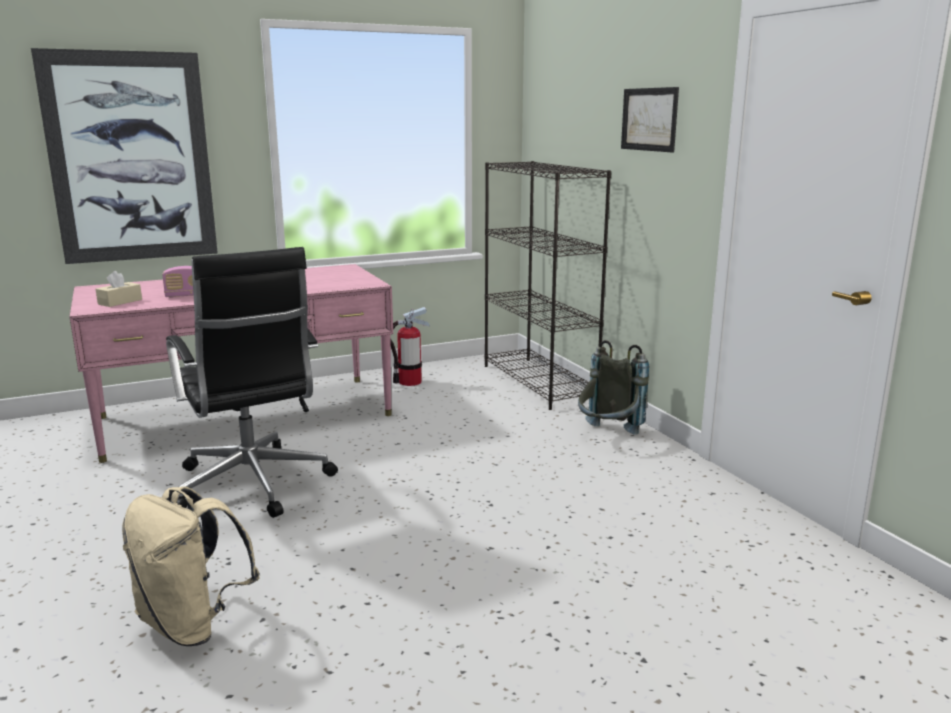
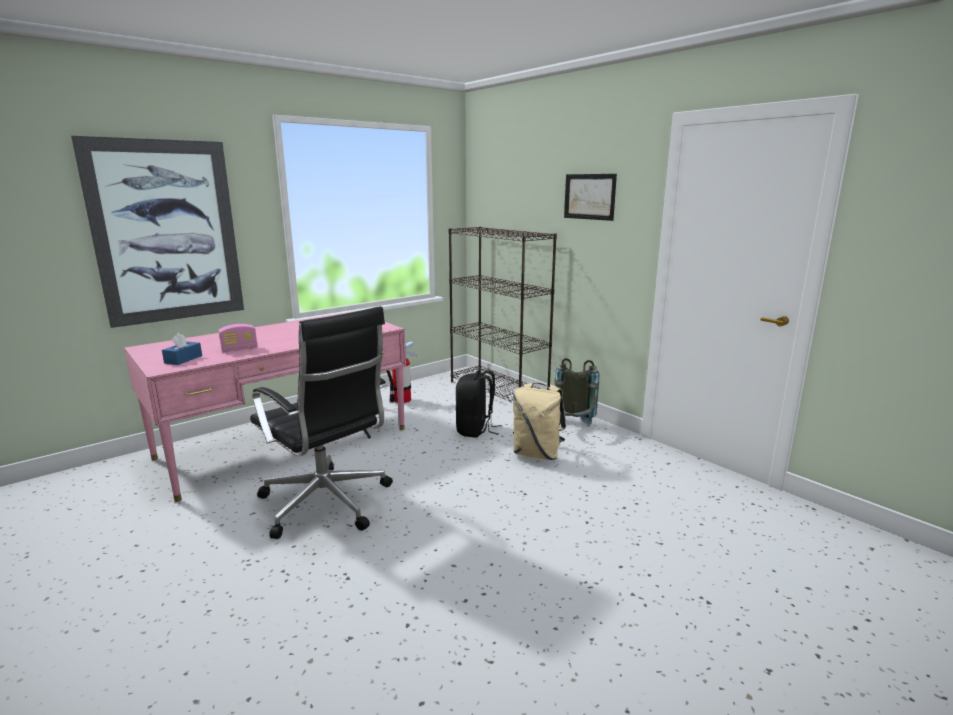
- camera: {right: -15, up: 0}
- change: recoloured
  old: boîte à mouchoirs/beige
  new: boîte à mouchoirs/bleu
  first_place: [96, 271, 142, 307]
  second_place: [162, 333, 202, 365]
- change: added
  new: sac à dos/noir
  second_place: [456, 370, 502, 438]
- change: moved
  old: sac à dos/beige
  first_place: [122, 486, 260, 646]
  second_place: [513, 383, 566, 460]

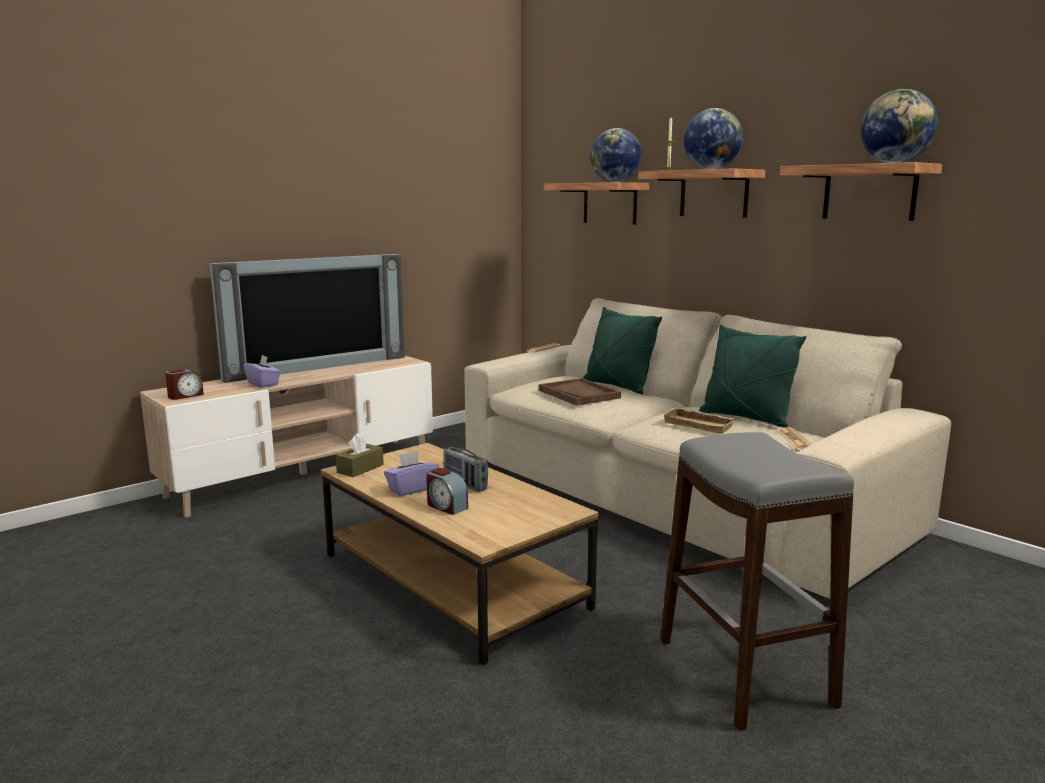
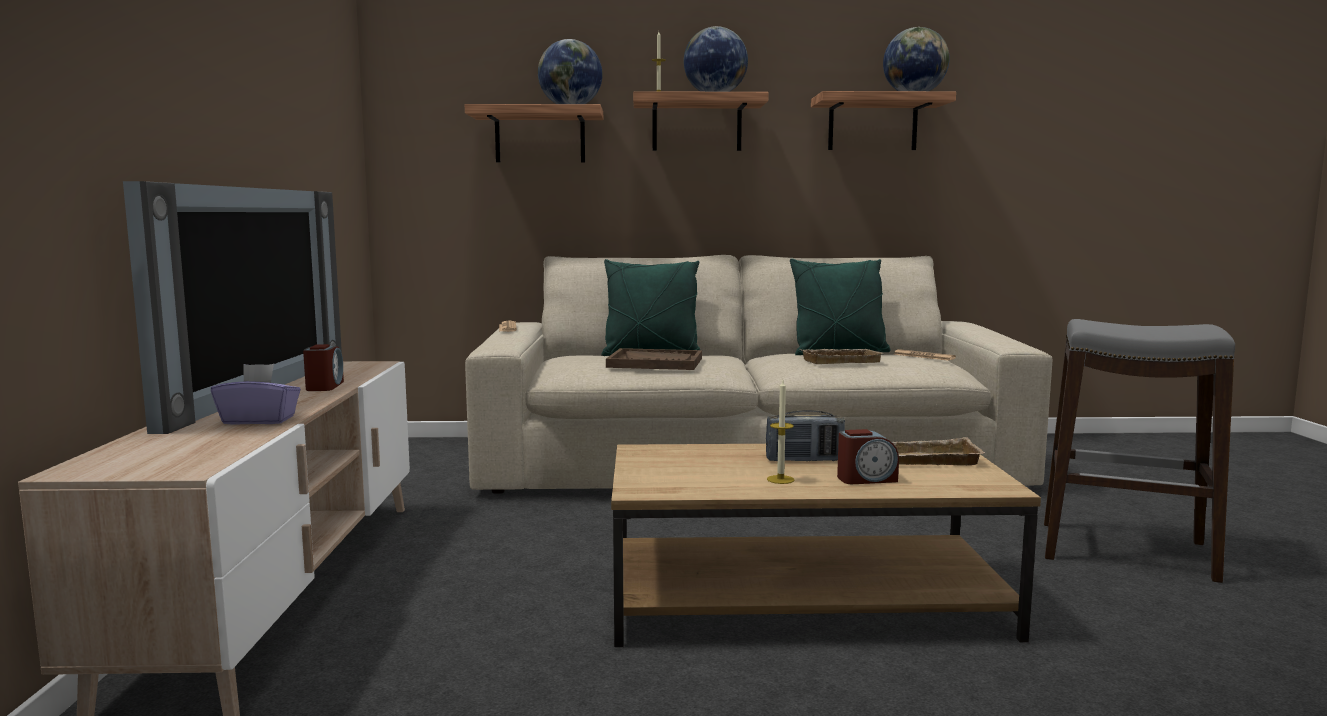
- camera: {right: -50, up: -5}
- change: moved
  old: réveil
  first_place: [165, 369, 204, 400]
  second_place: [303, 344, 344, 391]
- change: replaced
  old: boîte à mouchoirs/violet
  new: bougie
  first_place: [384, 450, 439, 496]
  second_place: [767, 380, 795, 484]
- change: added
  new: plateau/beige
  second_place: [892, 437, 985, 465]
- change: removed
  old: boîte à mouchoirs/marron
  first_place: [336, 433, 384, 477]

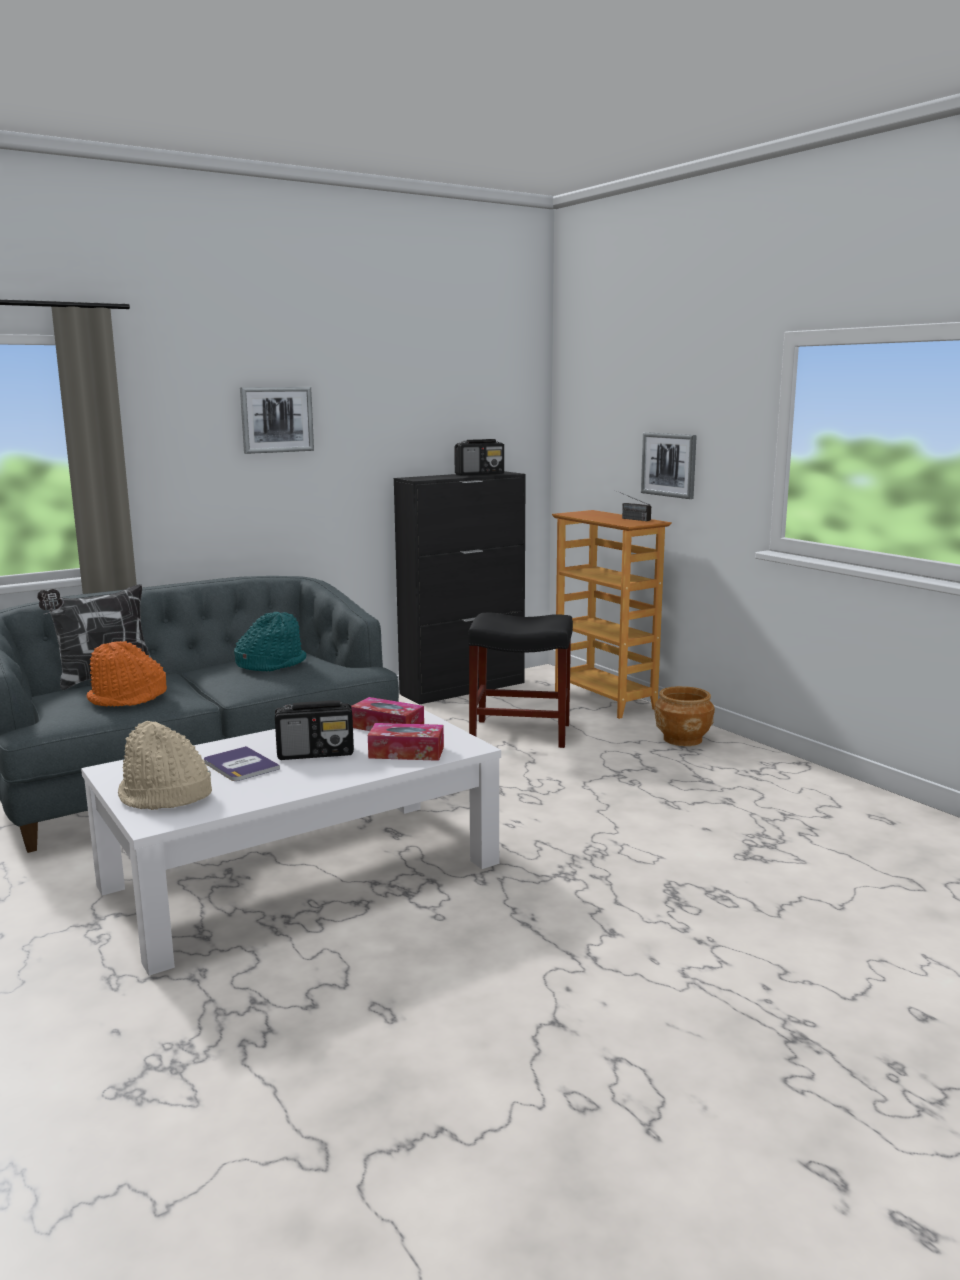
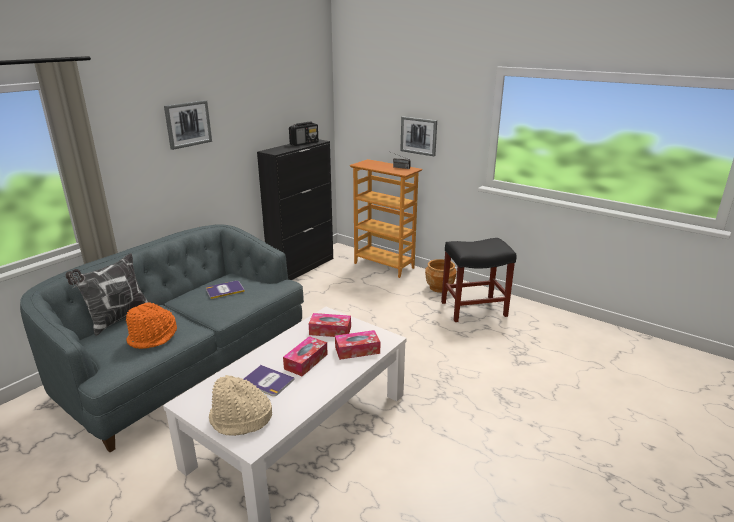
- camera: {right: -20, up: 10}
- change: replaced
  old: chapeau/turquoise
  new: livre
  first_place: [234, 612, 306, 671]
  second_place: [206, 281, 245, 299]
- change: replaced
  old: radio
  new: boîte à mouchoirs
  first_place: [275, 700, 354, 760]
  second_place: [283, 336, 328, 376]
- change: moved
  old: tabouret/noir
  first_place: [468, 613, 573, 748]
  second_place: [441, 238, 517, 322]

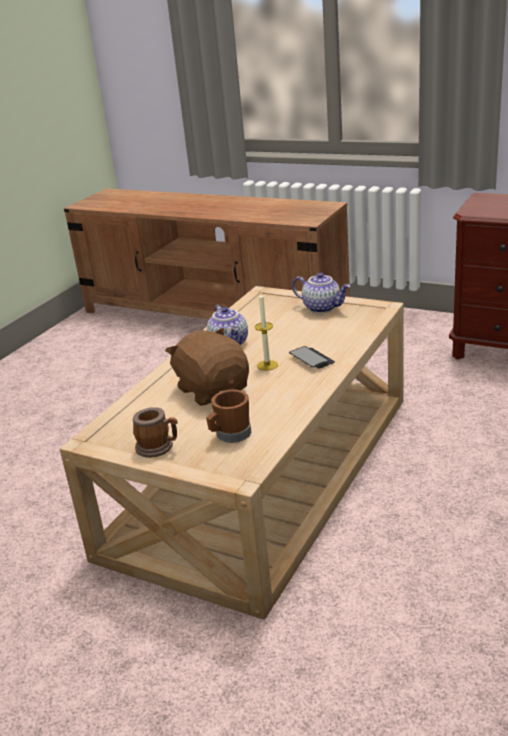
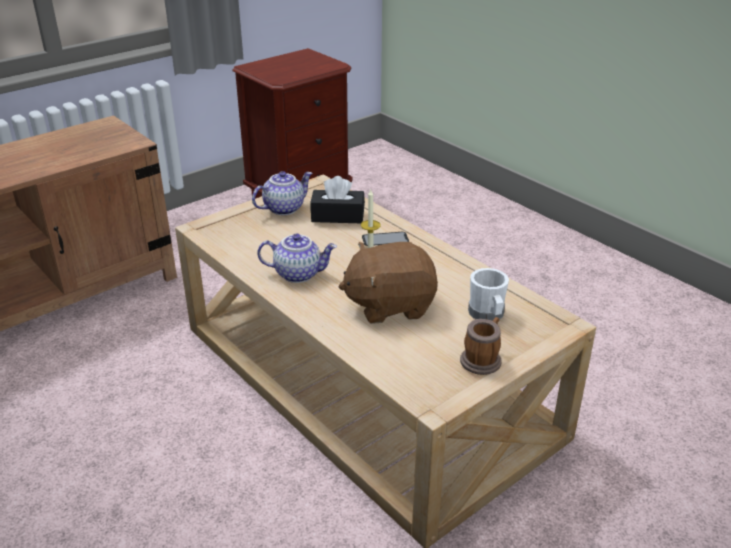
- camera: {right: -70, up: 5}
- change: added
  new: boîte à mouchoirs/noir
  second_place: [310, 176, 365, 223]
- change: recoloured
  old: mug/marron
  new: mug/blanc
  first_place: [206, 389, 251, 443]
  second_place: [468, 268, 509, 321]

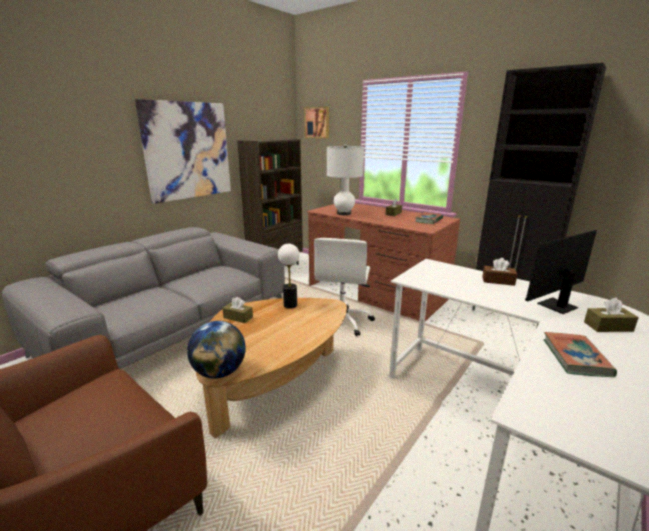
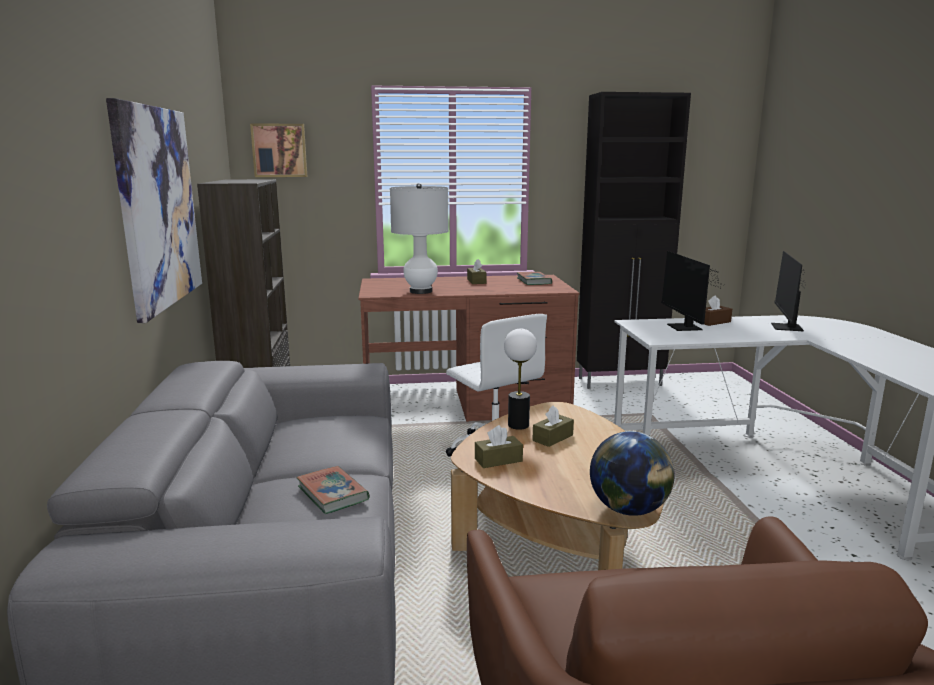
- camera: {right: -45, up: -5}
- change: moved
  old: livre
  first_place: [543, 332, 617, 377]
  second_place: [296, 466, 370, 514]
- change: moved
  old: boîte à mouchoirs/marron
  first_place: [584, 298, 639, 332]
  second_place: [533, 405, 574, 447]
- change: added
  new: écran d'ordinateur
  second_place: [661, 251, 721, 331]

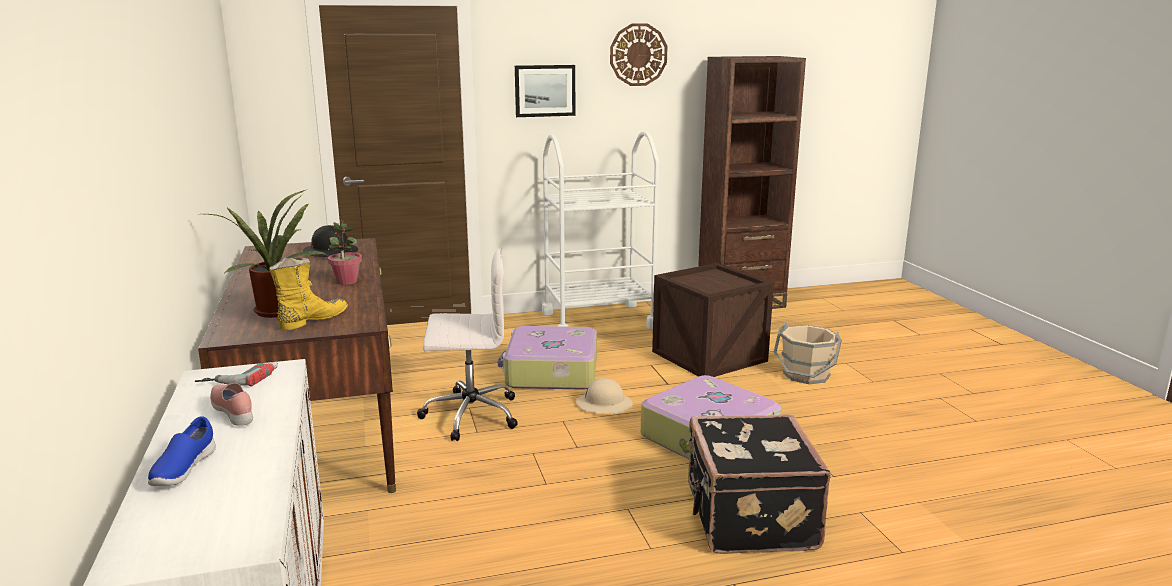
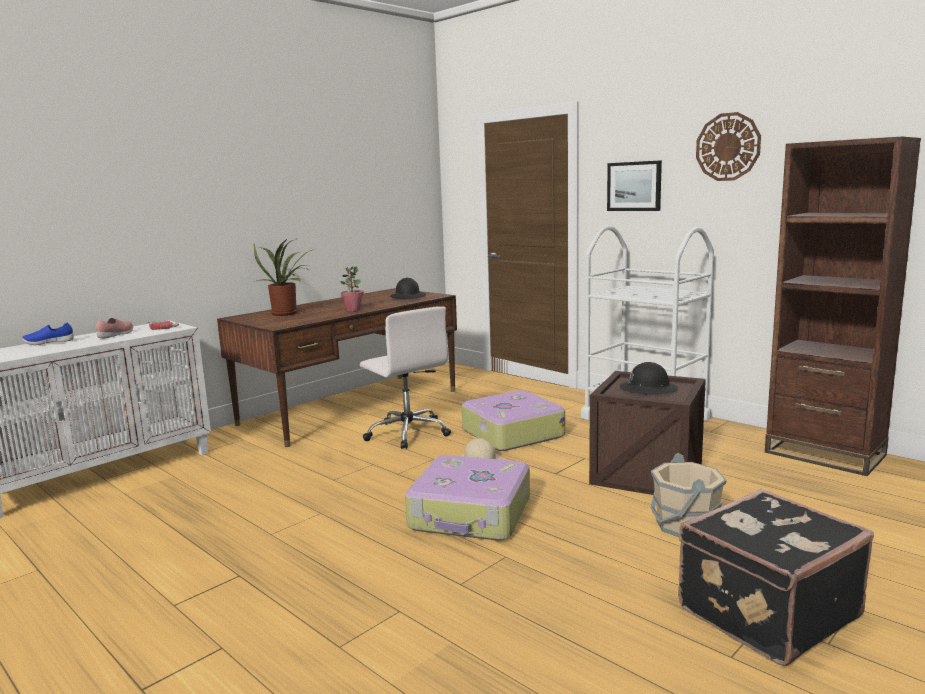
- camera: {right: 60, up: -5}
- change: added
  new: casque de chantier/noir
  second_place: [619, 362, 678, 395]
- change: moved
  old: valise/noir
  first_place: [687, 414, 831, 554]
  second_place: [678, 489, 874, 666]
- change: removed
  old: botte/jaune
  first_place: [269, 258, 348, 330]

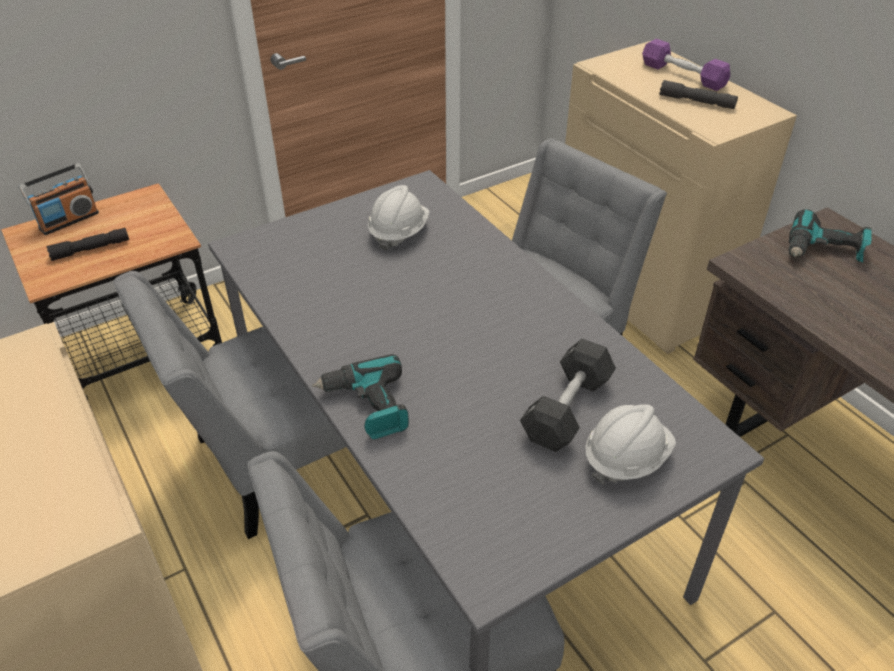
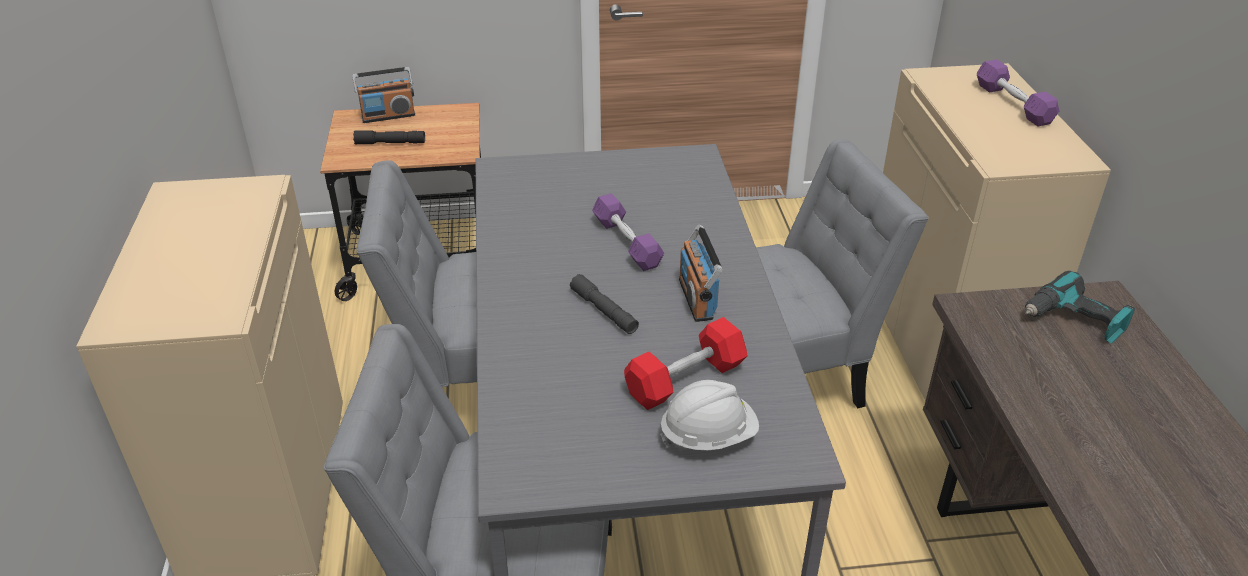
- camera: {right: 25, up: -5}
- change: moved
  old: lampe de poche/gris
  first_place: [660, 80, 738, 109]
  second_place: [570, 274, 639, 334]
- change: added
  new: haltère/violet
  second_place: [592, 193, 664, 271]
- change: recoloured
  old: haltère/noir
  new: haltère/rouge
  first_place: [520, 339, 616, 452]
  second_place: [624, 317, 748, 410]
- change: added
  new: radio
  second_place: [679, 225, 723, 322]
- change: removed
  old: perceuse
  first_place: [312, 354, 409, 439]
- change: removed
  old: casque de chantier/blanc
  first_place: [368, 185, 430, 251]

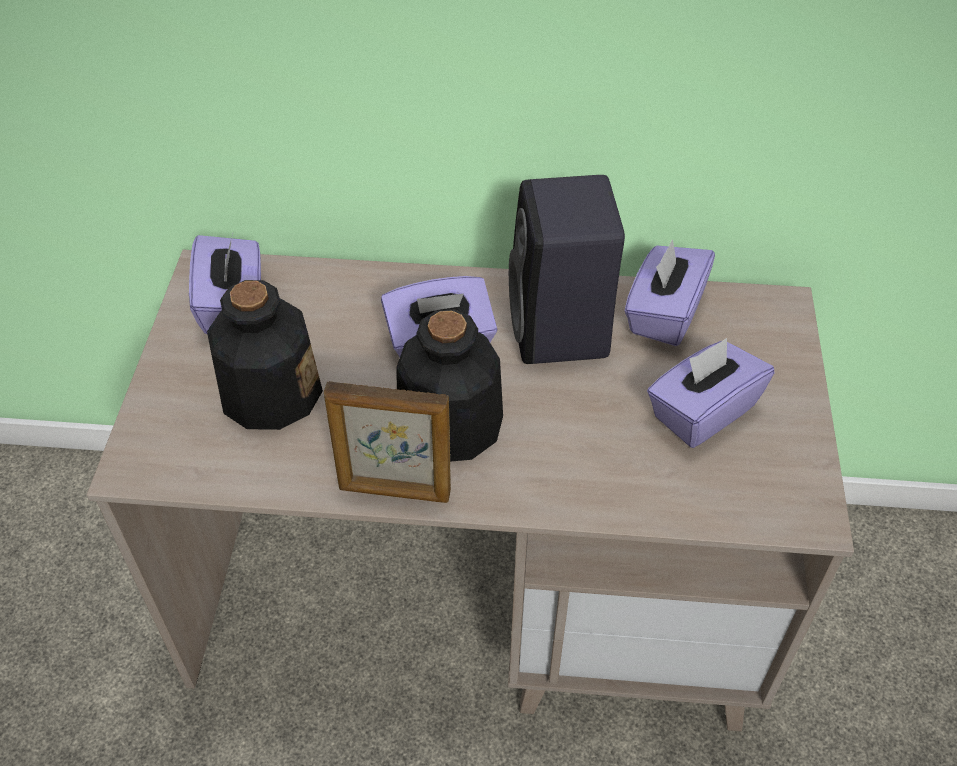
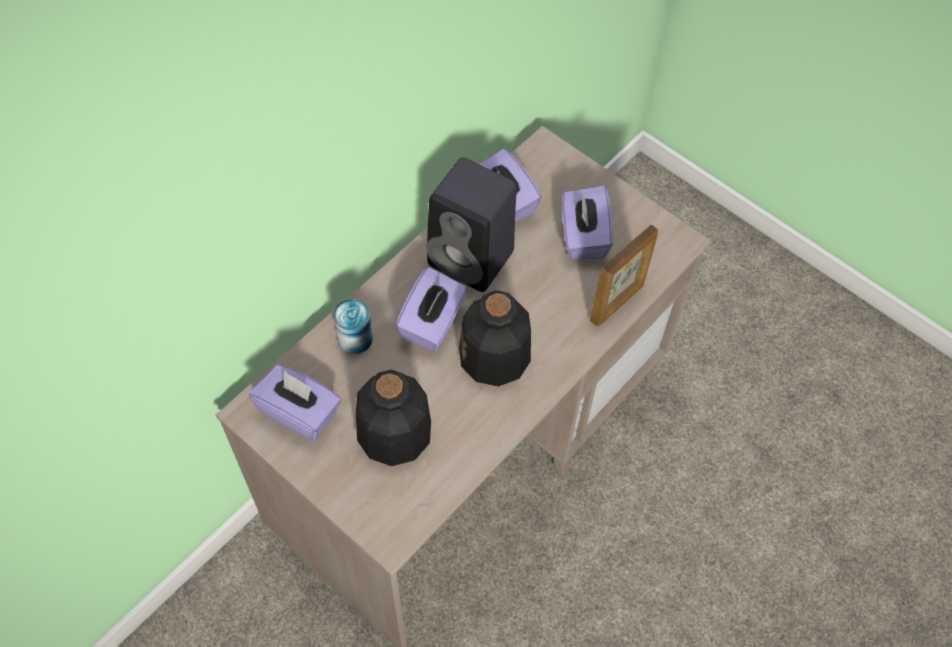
- camera: {right: -55, up: 10}
- change: added
  new: boîte métallique
  second_place: [333, 299, 373, 354]
- change: moved
  old: cadre photo
  first_place: [324, 381, 451, 503]
  second_place: [590, 224, 658, 326]

